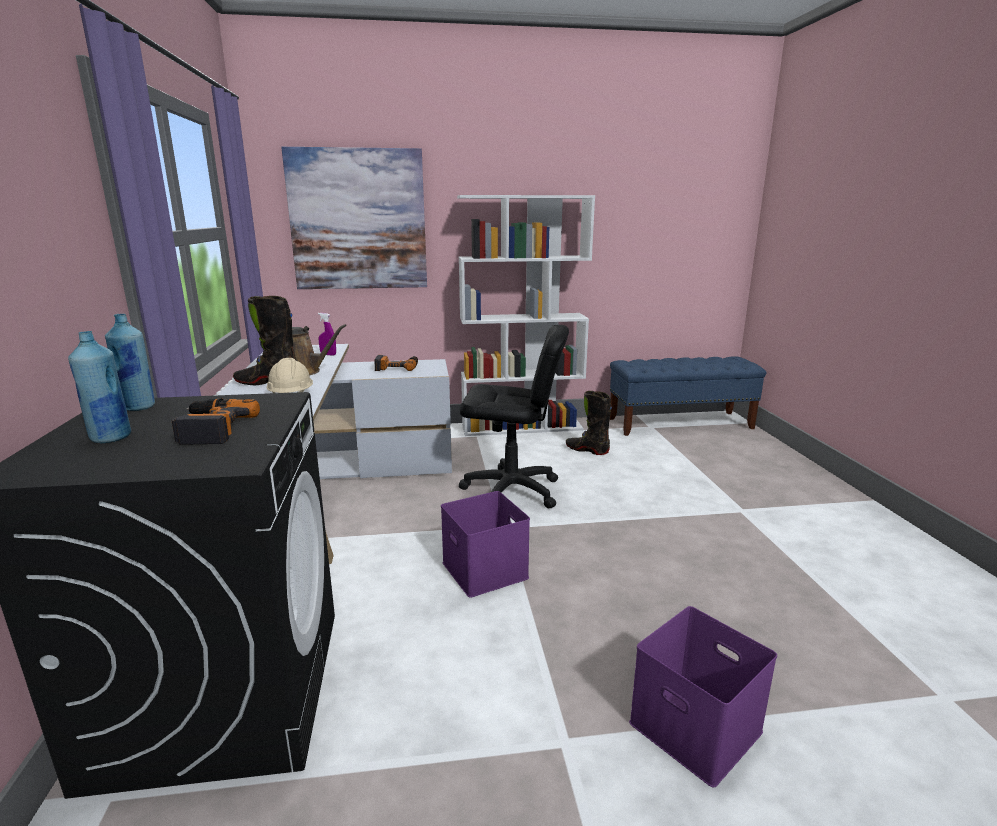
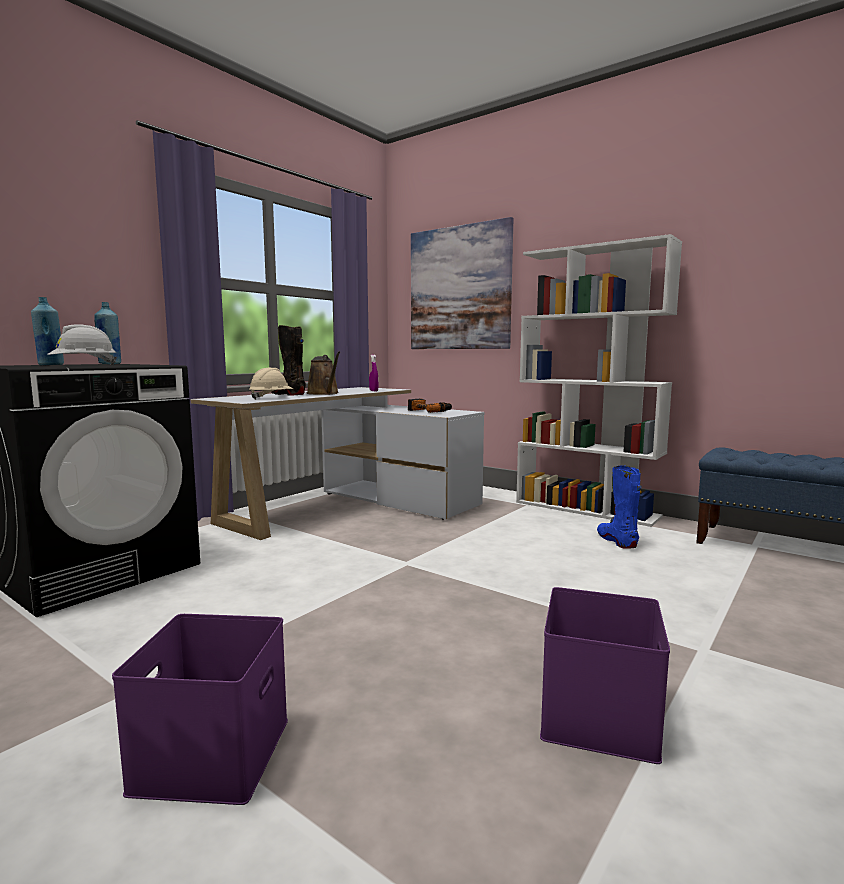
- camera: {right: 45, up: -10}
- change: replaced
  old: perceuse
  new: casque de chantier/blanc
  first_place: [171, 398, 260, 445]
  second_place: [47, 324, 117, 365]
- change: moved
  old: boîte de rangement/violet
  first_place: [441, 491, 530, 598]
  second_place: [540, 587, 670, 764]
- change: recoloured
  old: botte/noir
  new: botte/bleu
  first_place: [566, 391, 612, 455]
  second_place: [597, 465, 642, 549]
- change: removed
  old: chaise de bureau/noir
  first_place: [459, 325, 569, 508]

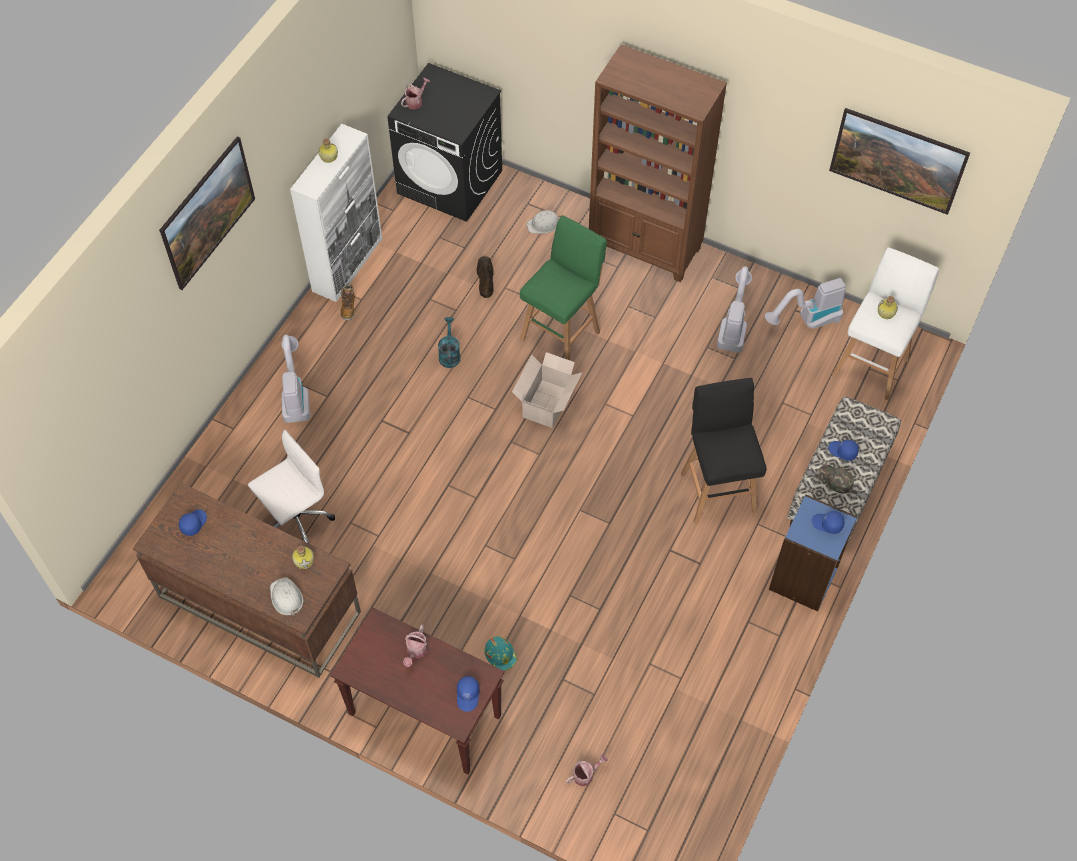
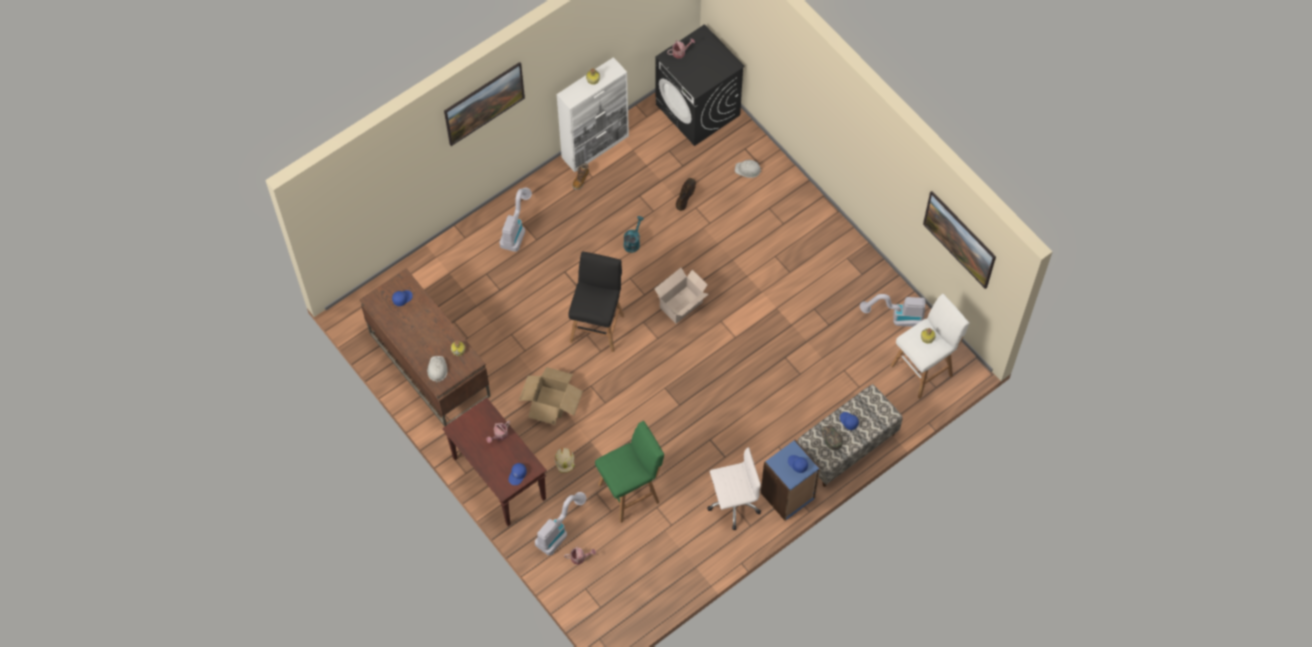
- camera: {right: 25, up: 5}
- change: added
  new: carton
  second_place: [519, 367, 583, 425]
- change: moved
  old: aspirateur
  first_place: [717, 266, 752, 352]
  second_place: [535, 492, 586, 555]
- change: recoloured
  old: casque de chantier/turquoise
  new: casque de chantier/beige
  first_place: [484, 636, 517, 671]
  second_place: [555, 448, 575, 473]
- change: moved
  old: tabouret/noir
  first_place: [681, 378, 767, 524]
  second_place: [568, 251, 624, 352]
- change: moved
  old: tabouret/vert
  first_place: [520, 215, 607, 360]
  second_place: [595, 421, 664, 523]
- change: moved
  old: chaise de bureau/blanc
  first_place: [248, 430, 335, 543]
  second_place: [707, 447, 761, 530]
- change: removed
  old: bibliothèque/marron
  first_place: [589, 44, 727, 282]

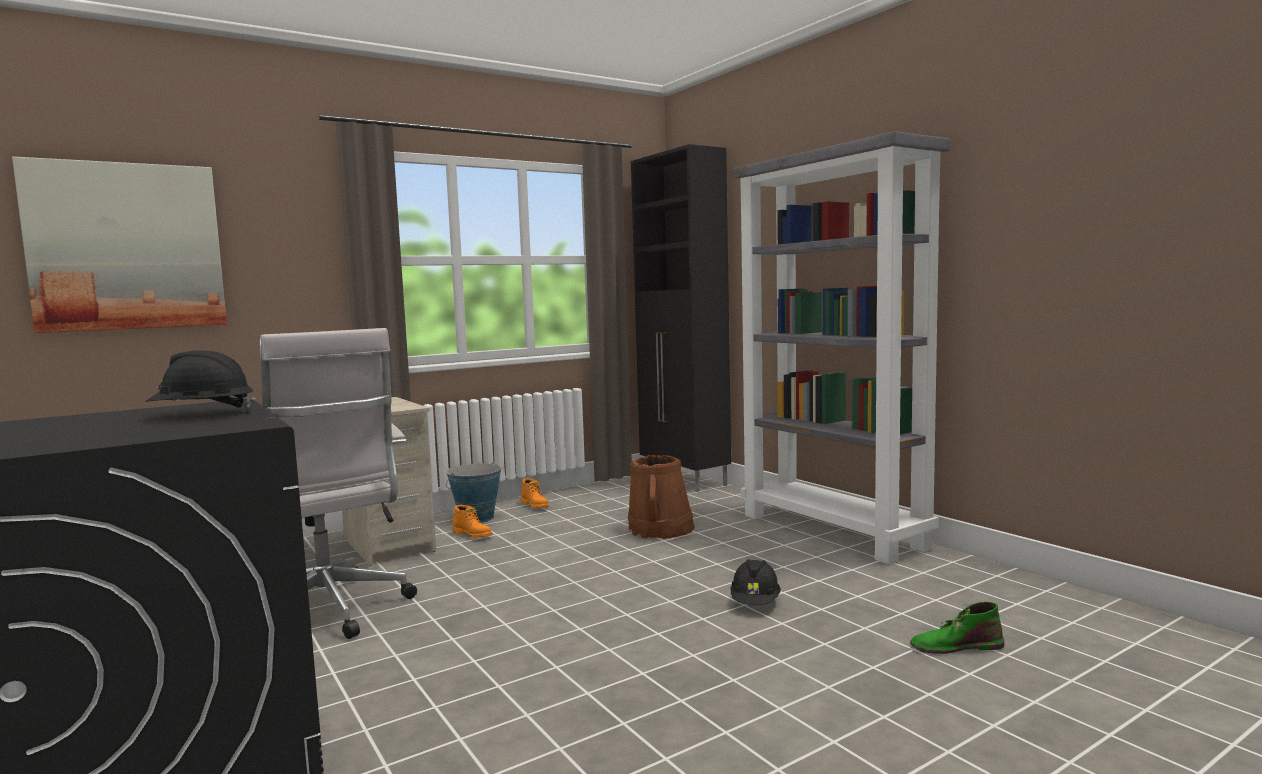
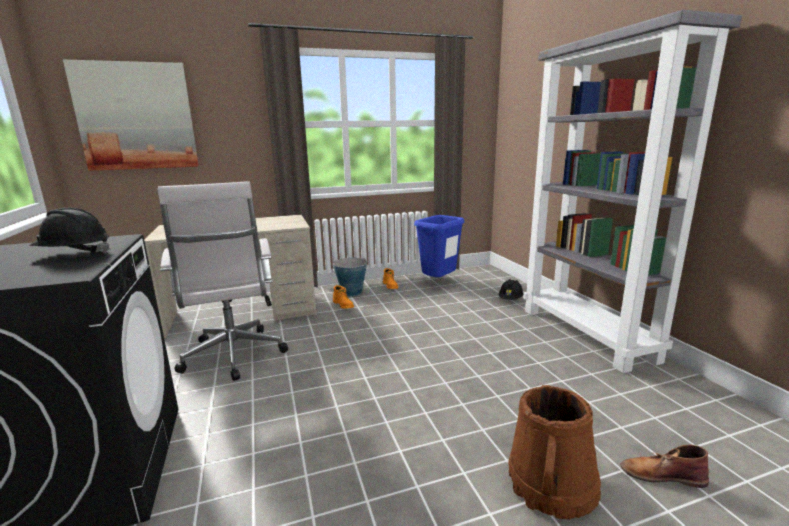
- camera: {right: 15, up: 10}
- change: added
  new: poubelle/bleu
  second_place: [414, 215, 464, 277]
- change: moved
  old: casque de chantier/noir
  first_place: [731, 559, 781, 605]
  second_place: [499, 279, 523, 300]
- change: moved
  old: seau/marron
  first_place: [628, 455, 695, 539]
  second_place: [508, 385, 601, 520]
- change: recoloured
  old: botte/vert
  new: botte/marron
  first_place: [910, 602, 1004, 654]
  second_place: [620, 444, 709, 488]
- change: removed
  old: meuble de rangement/noir
  first_place: [631, 144, 731, 492]

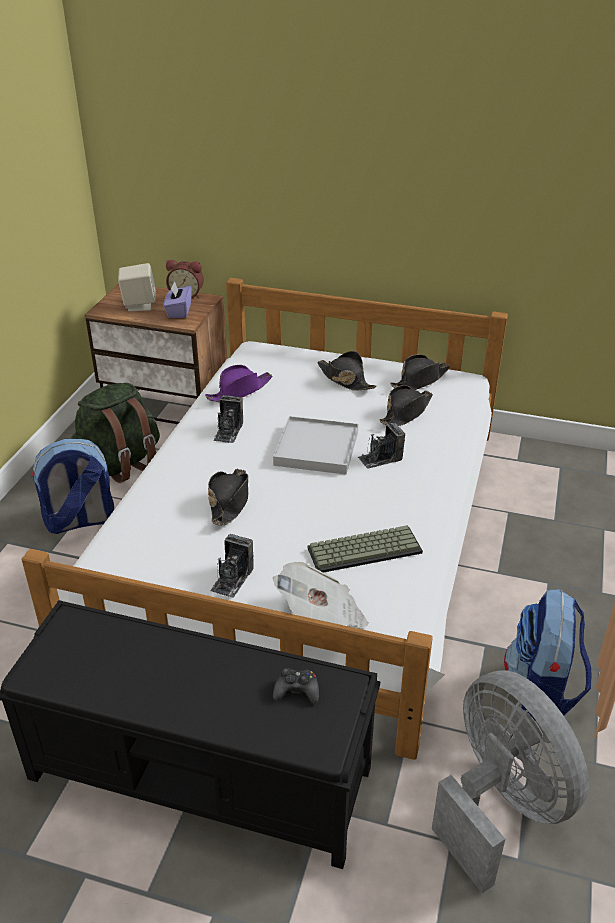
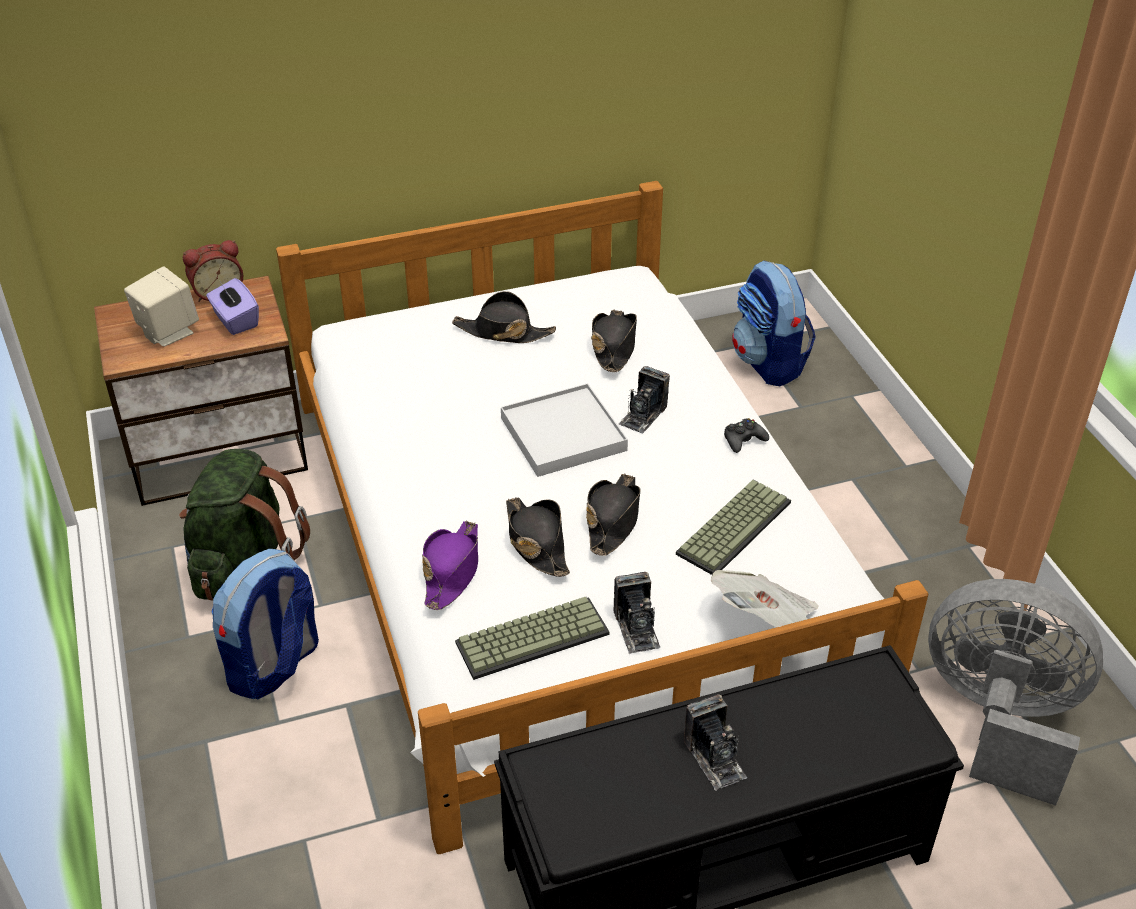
- camera: {right: -35, up: 5}
- change: moved
  old: chapeau/violet
  first_place: [205, 365, 272, 402]
  second_place: [422, 521, 478, 610]
- change: added
  new: clavier
  second_place: [455, 597, 610, 680]
- change: moved
  old: chapeau/noir
  first_place: [390, 354, 450, 390]
  second_place: [586, 473, 640, 556]
- change: moved
  old: appareil photo
  first_place: [213, 395, 243, 443]
  second_place: [684, 694, 748, 791]
- change: moved
  old: manette/noir
  first_place: [273, 668, 319, 703]
  second_place: [724, 418, 769, 453]
- change: moved
  old: sac à dos
  first_place: [504, 589, 591, 721]
  second_place: [732, 260, 816, 386]

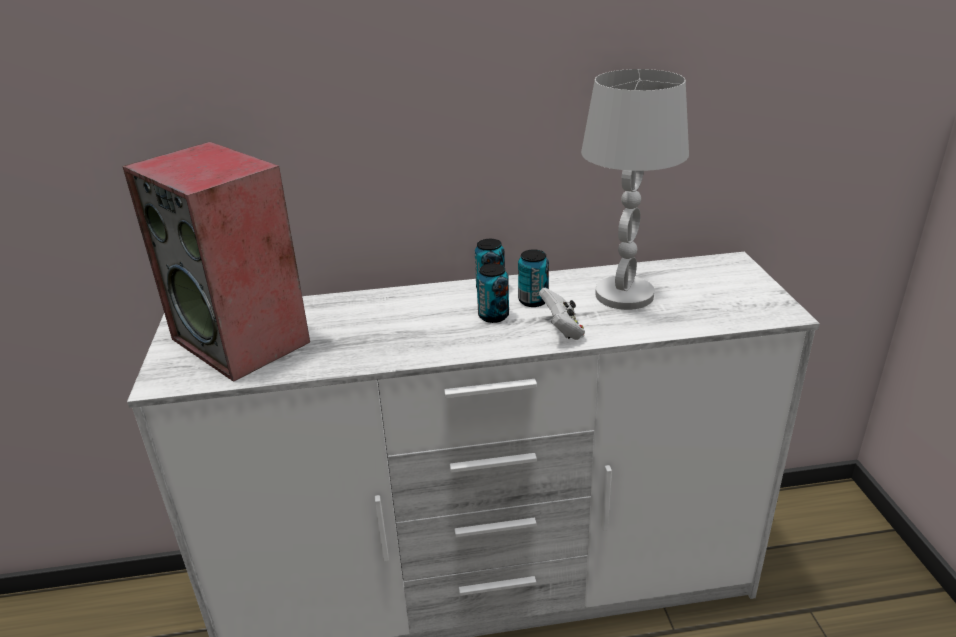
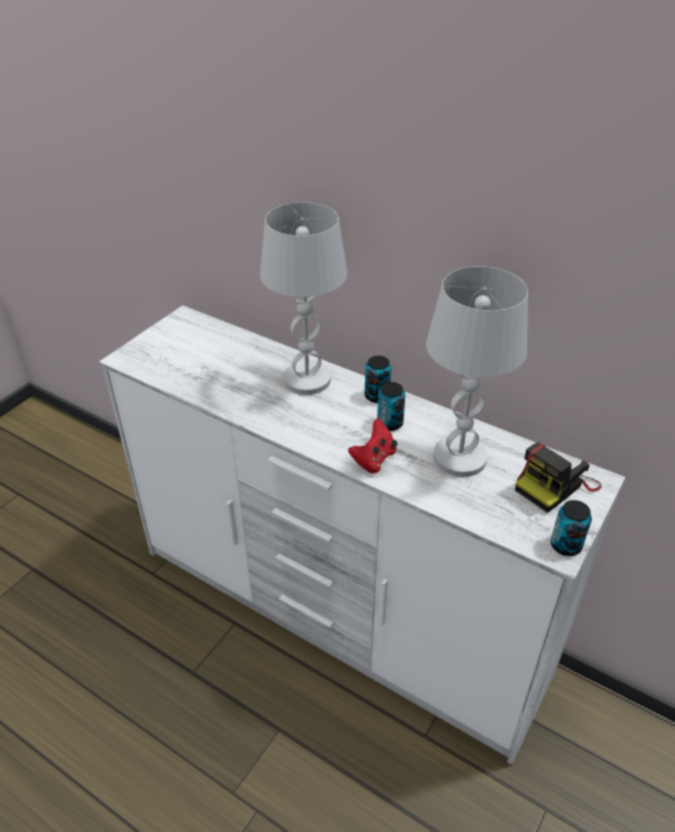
- camera: {right: 40, up: 10}
- change: added
  new: lampe de table/blanc
  second_place: [260, 202, 347, 395]
- change: recoloured
  old: manette/blanc
  new: manette/rouge
  first_place: [539, 288, 585, 340]
  second_place: [348, 419, 397, 474]
- change: added
  new: appareil photo
  second_place: [515, 443, 601, 513]
- change: moved
  old: boîte métallique
  first_place: [477, 263, 509, 323]
  second_place: [551, 500, 592, 556]
- change: removed
  old: enceinte
  first_place: [122, 142, 310, 382]

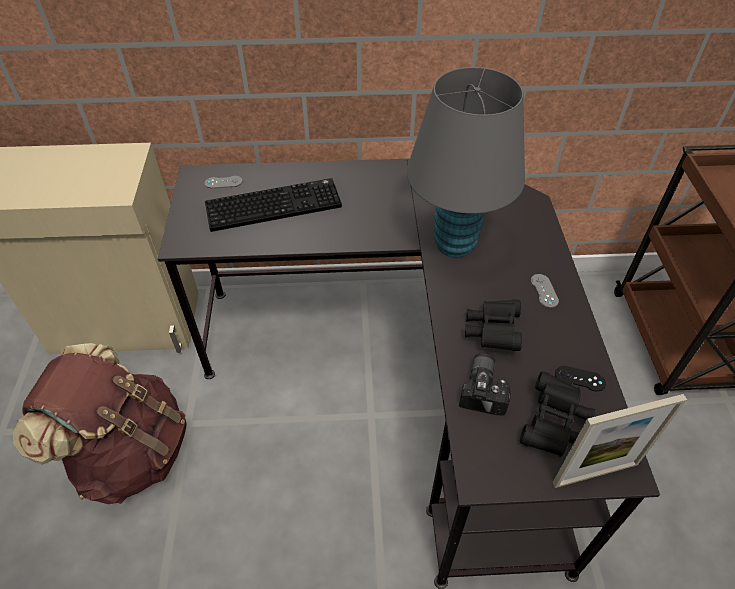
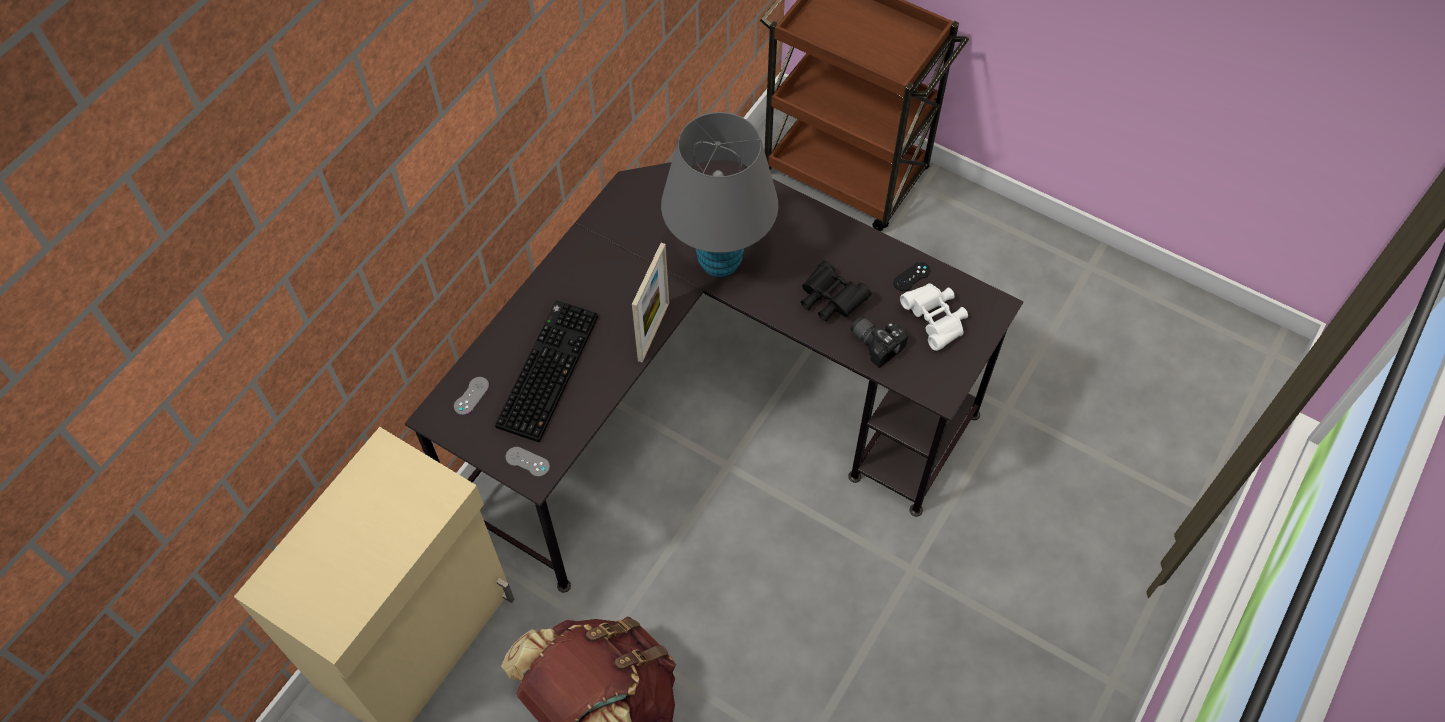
- camera: {right: -55, up: 10}
- change: moved
  old: manette/gris
  first_place: [531, 274, 559, 308]
  second_place: [506, 447, 550, 477]
- change: moved
  old: cadre photo
  first_place: [553, 394, 687, 488]
  second_place: [632, 243, 669, 362]
- change: recoloured
  old: jumelles/noir
  new: jumelles/blanc
  first_place: [520, 371, 595, 457]
  second_place: [900, 283, 968, 351]

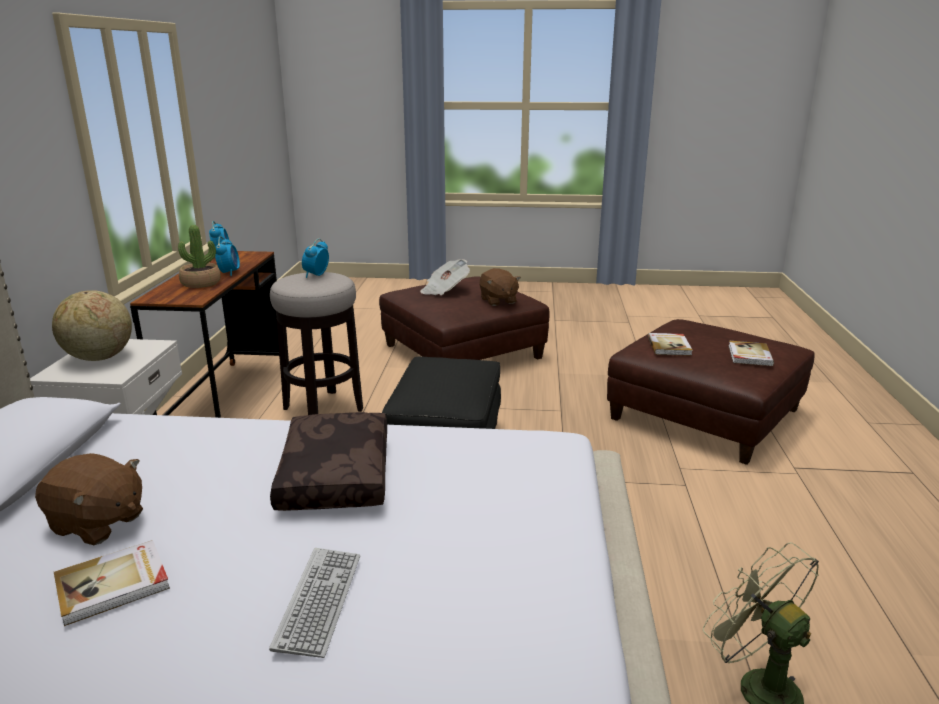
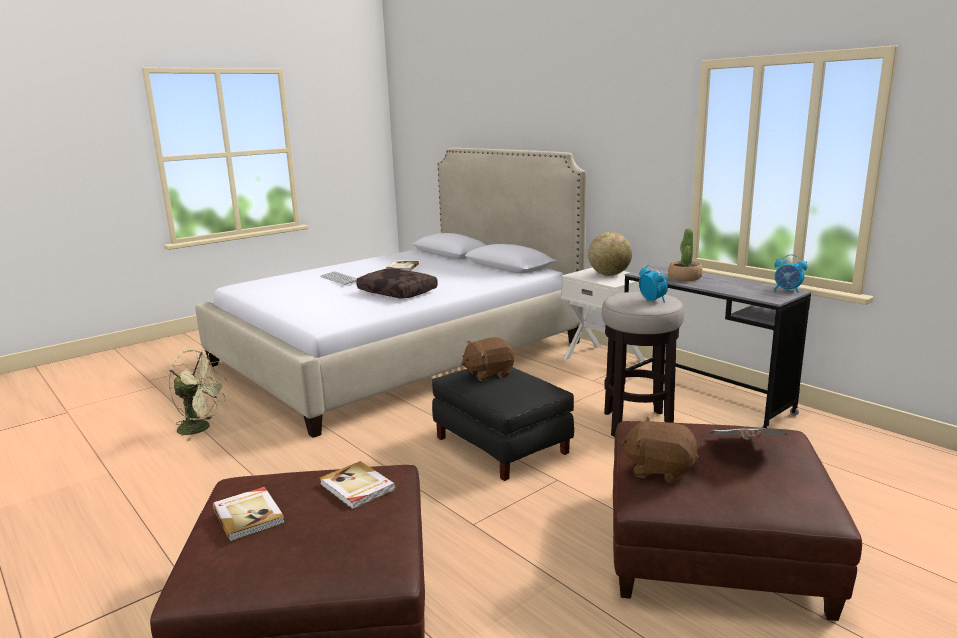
- camera: {right: 135, up: -5}
- change: moved
  old: peluche/marron
  first_place: [35, 453, 143, 545]
  second_place: [461, 337, 514, 381]
- change: recoloured
  old: bureau/marron
  new: bureau/gris
  first_place: [130, 251, 279, 418]
  second_place: [624, 264, 811, 428]
- change: removed
  old: réveil
  first_place: [215, 236, 240, 276]

